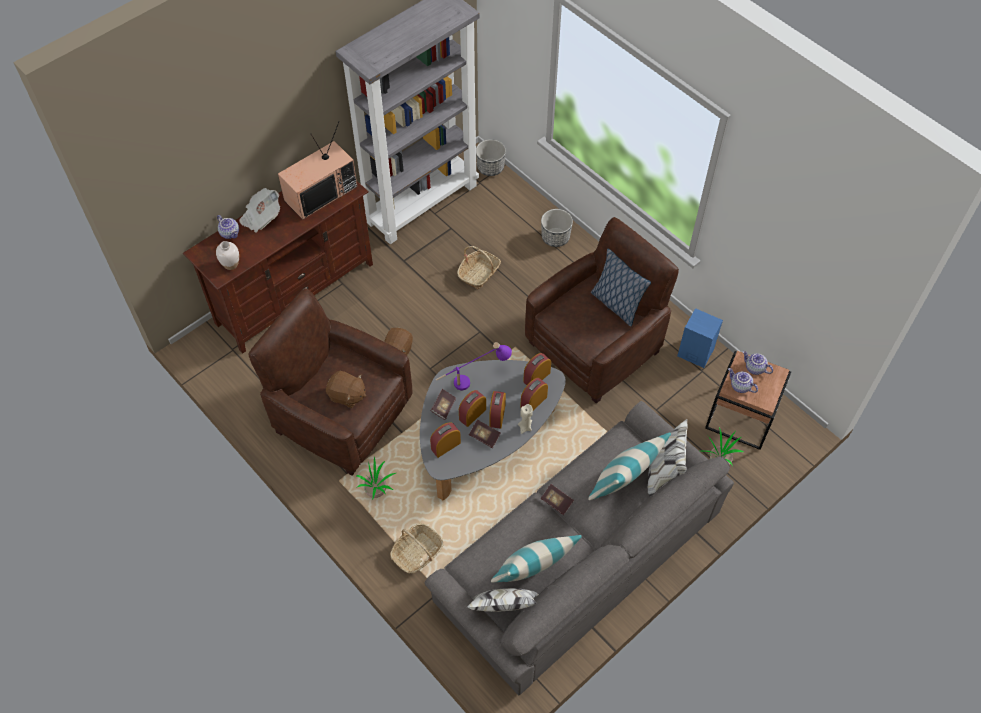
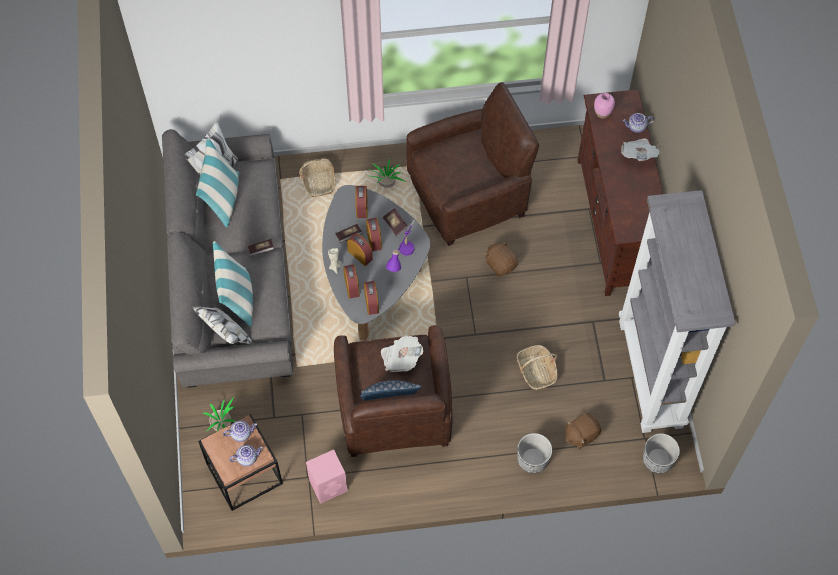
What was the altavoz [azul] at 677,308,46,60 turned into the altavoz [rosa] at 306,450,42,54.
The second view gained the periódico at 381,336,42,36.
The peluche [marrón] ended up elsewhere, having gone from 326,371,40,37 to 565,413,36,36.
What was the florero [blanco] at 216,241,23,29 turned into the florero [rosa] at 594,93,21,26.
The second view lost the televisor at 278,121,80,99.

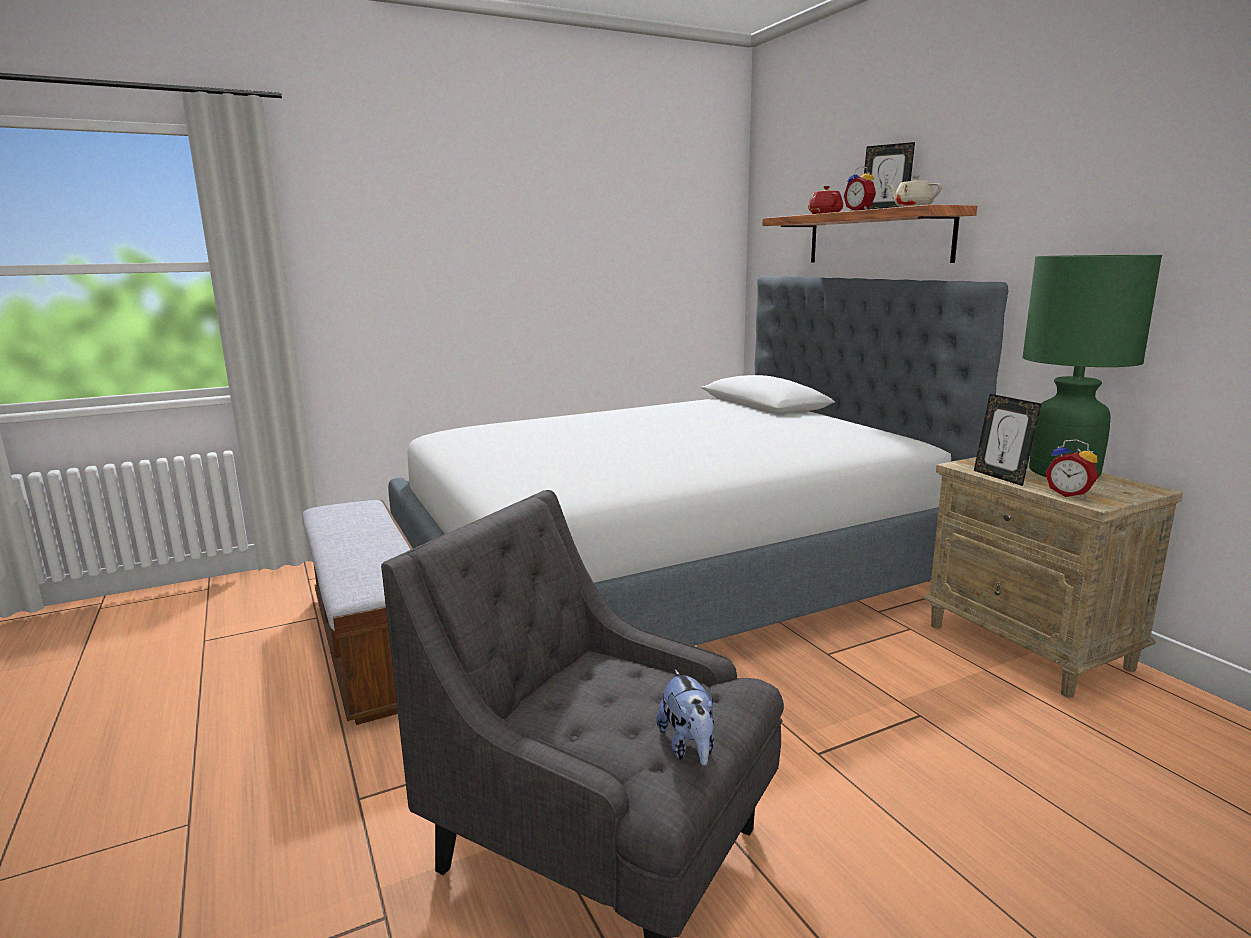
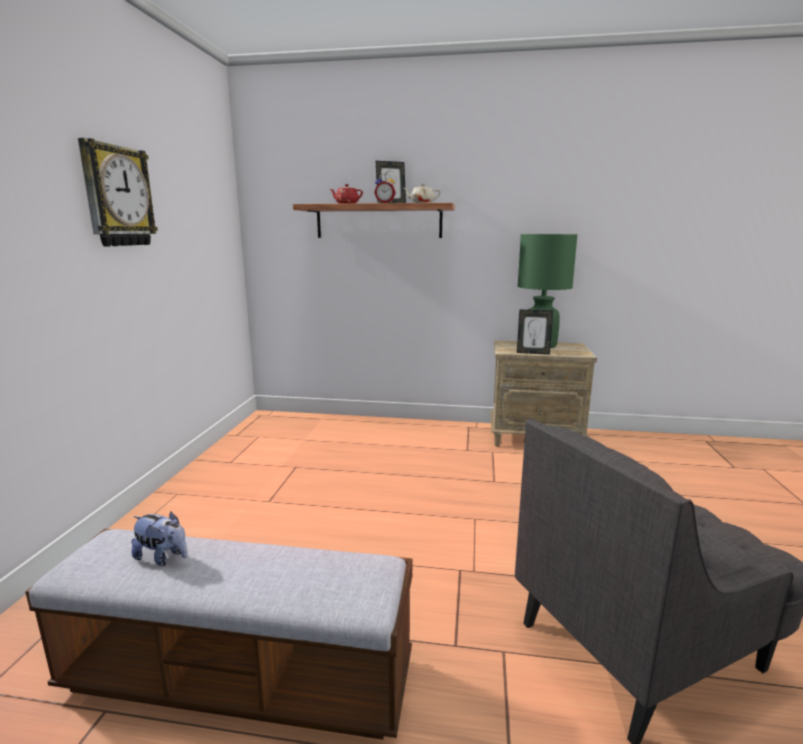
The second view gained the reloj de pared at 78,138,80,109.
The peluche ended up elsewhere, having gone from 656,669,58,97 to 131,511,57,55.
The second view lost the cama at 388,275,620,371.
The second view lost the despertador at 1045,439,53,59.

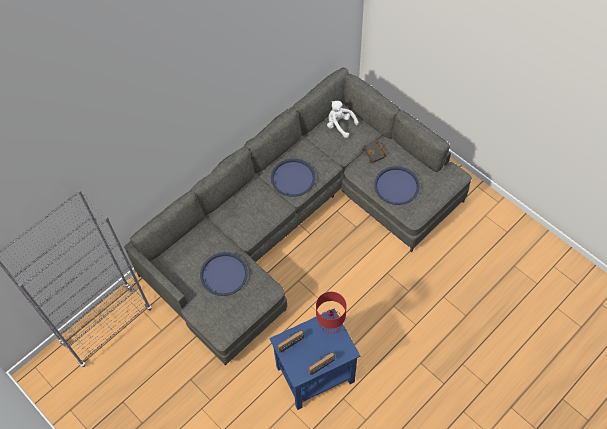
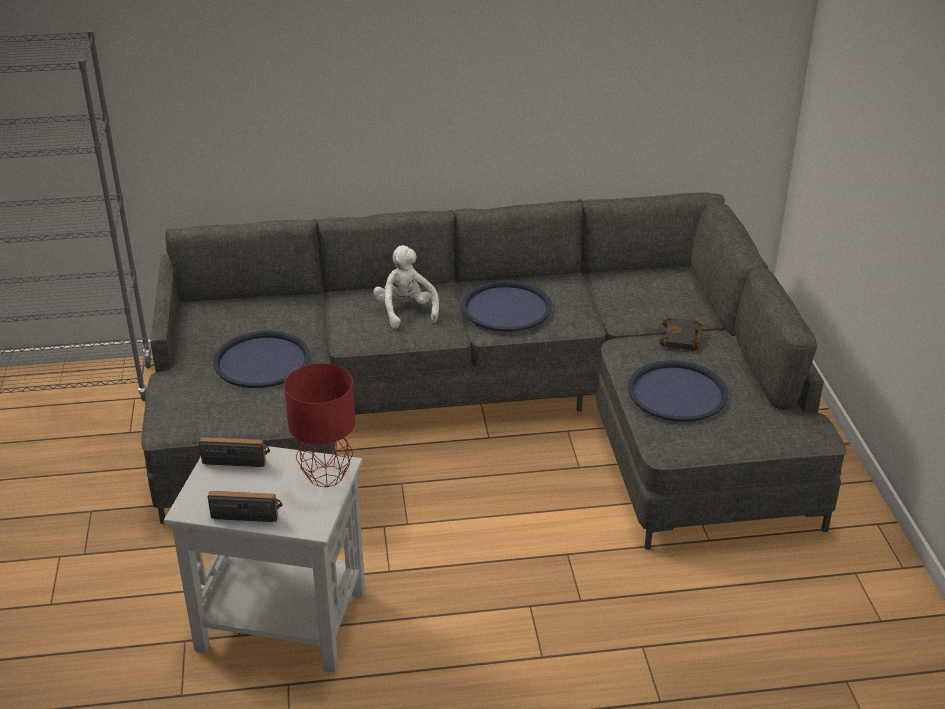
What was the mesa auxiliar [azul] at 269,309,92,101 turned into the mesa auxiliar [blanco] at 164,446,201,227.
The peluche [blanco] ended up elsewhere, having gone from 327,101,32,37 to 373,245,66,83.

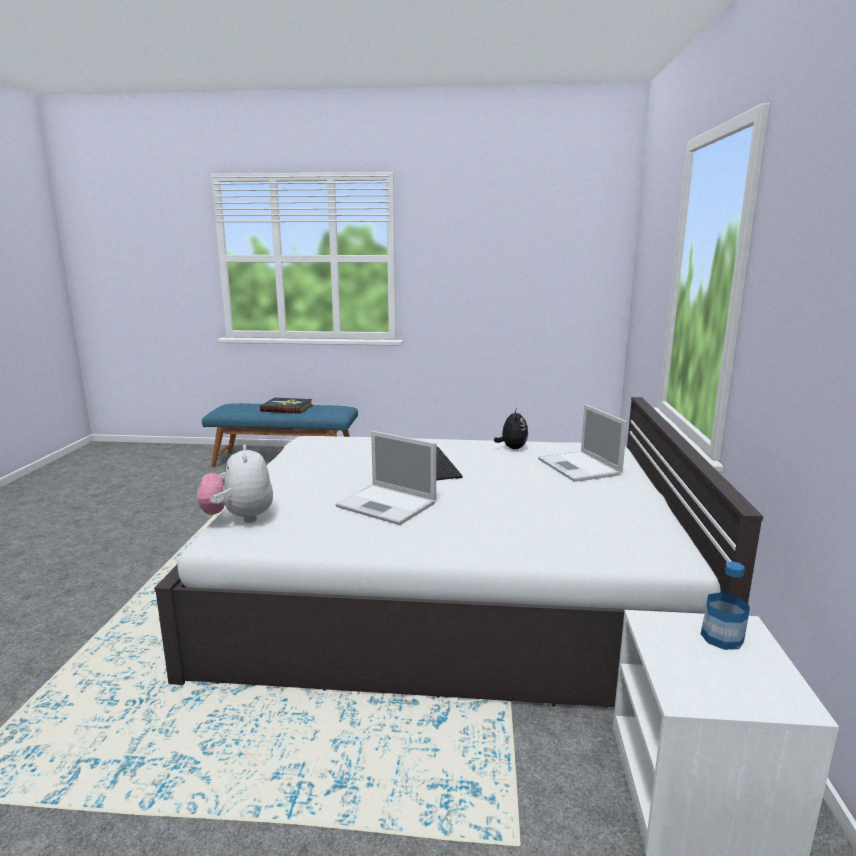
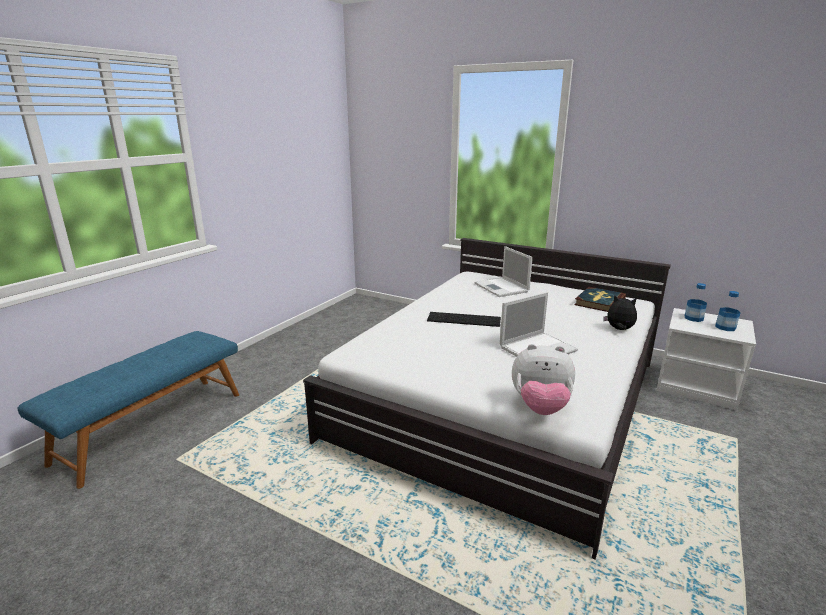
The portátil at 538,405,89,77 ended up facing another way, 60 degrees clockwise from before.
The libro ended up elsewhere, having gone from 260,398,53,16 to 574,287,52,25.
The peluche ended up elsewhere, having gone from 494,408,34,41 to 603,294,34,36.
The second view gained the botella at 715,291,26,40.

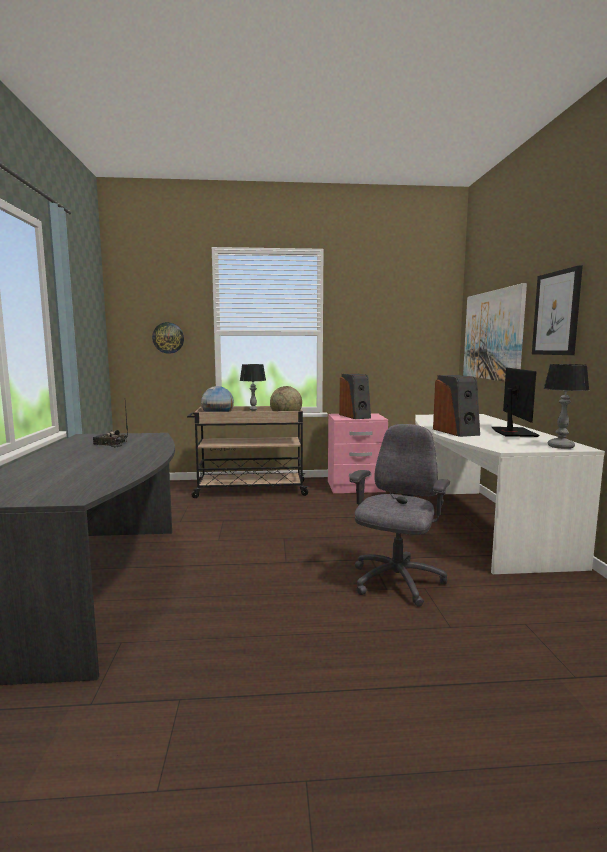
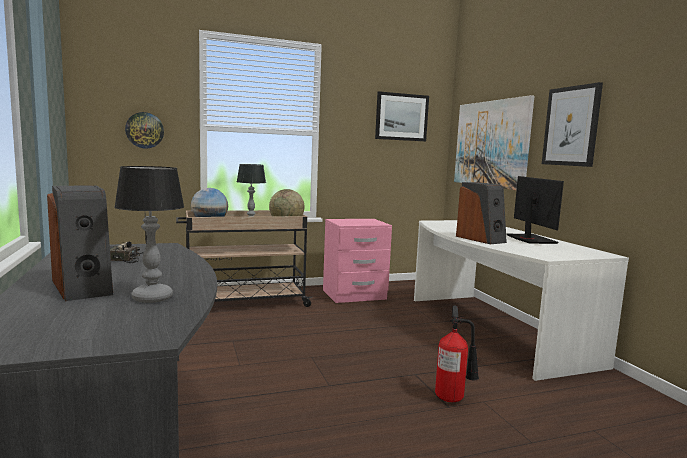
The altavoz ended up elsewhere, having gone from 339,374,32,45 to 47,185,66,116.
The lámpara de mesa ended up elsewhere, having gone from 544,364,45,85 to 114,166,70,137.
The second view gained the cuadro at 375,91,54,50.
Where the silla de oficina [gris] stood at 350,424,100,183, the extintor came to stand at 435,306,44,96.

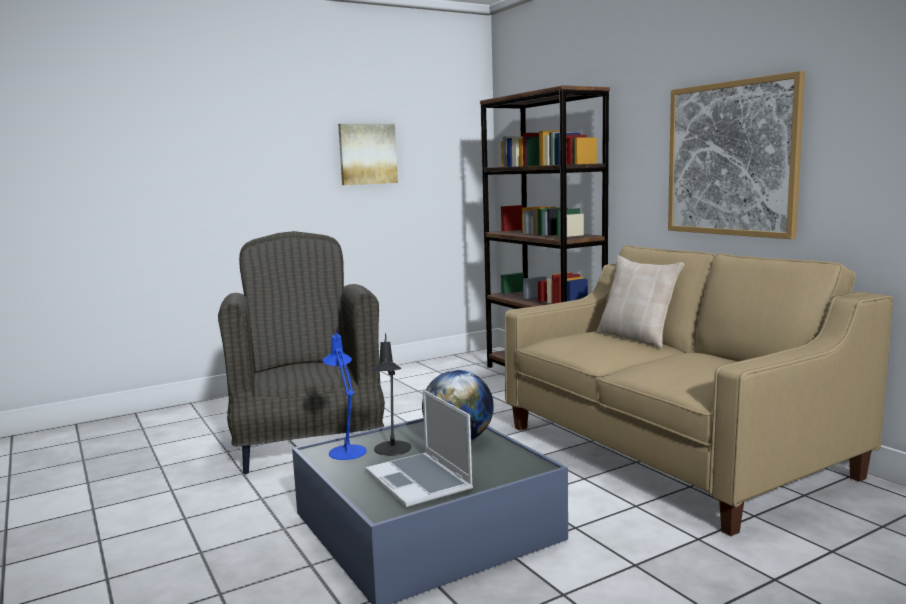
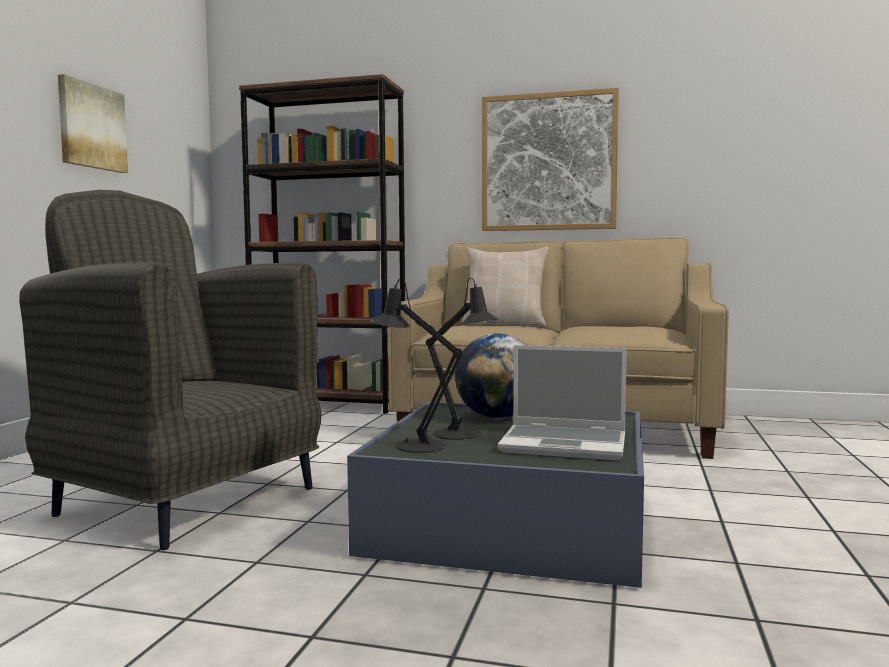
What was the lámpara de mesa [azul] at 323,330,44,130 turned into the lámpara de mesa [negro] at 371,278,92,175.

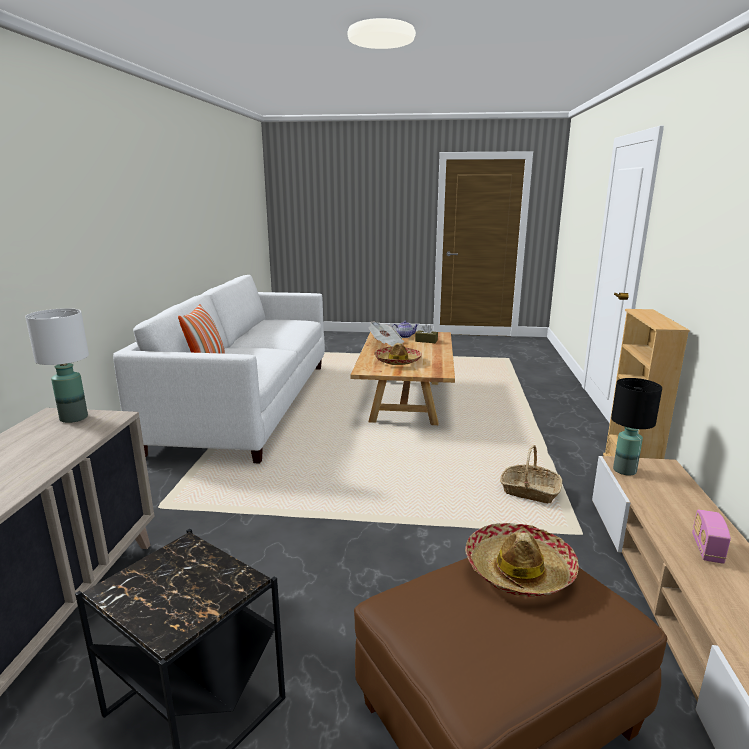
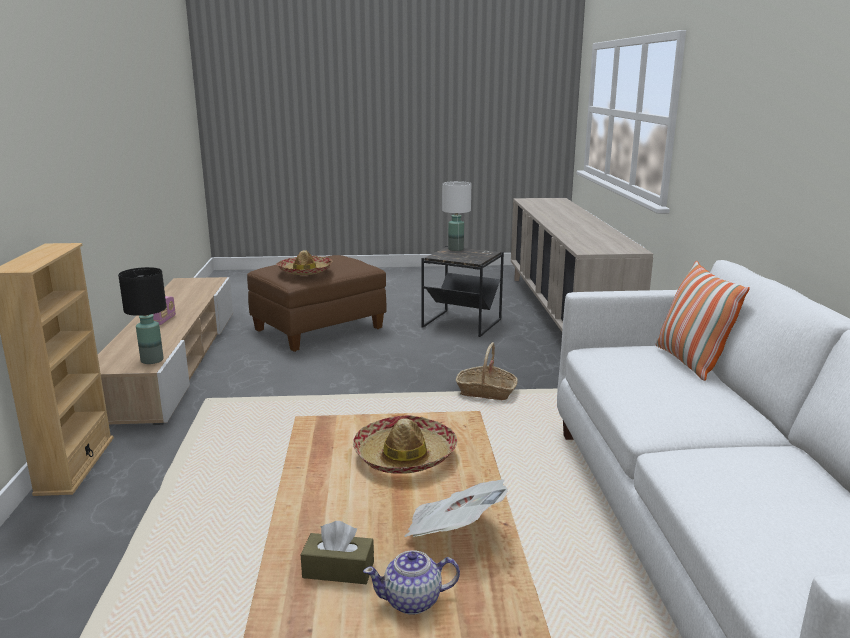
The lámpara de mesa [blanco] ended up elsewhere, having gone from 25,308,64,115 to 442,181,29,70.
The cesta ended up elsewhere, having gone from 500,445,62,58 to 456,342,62,58.

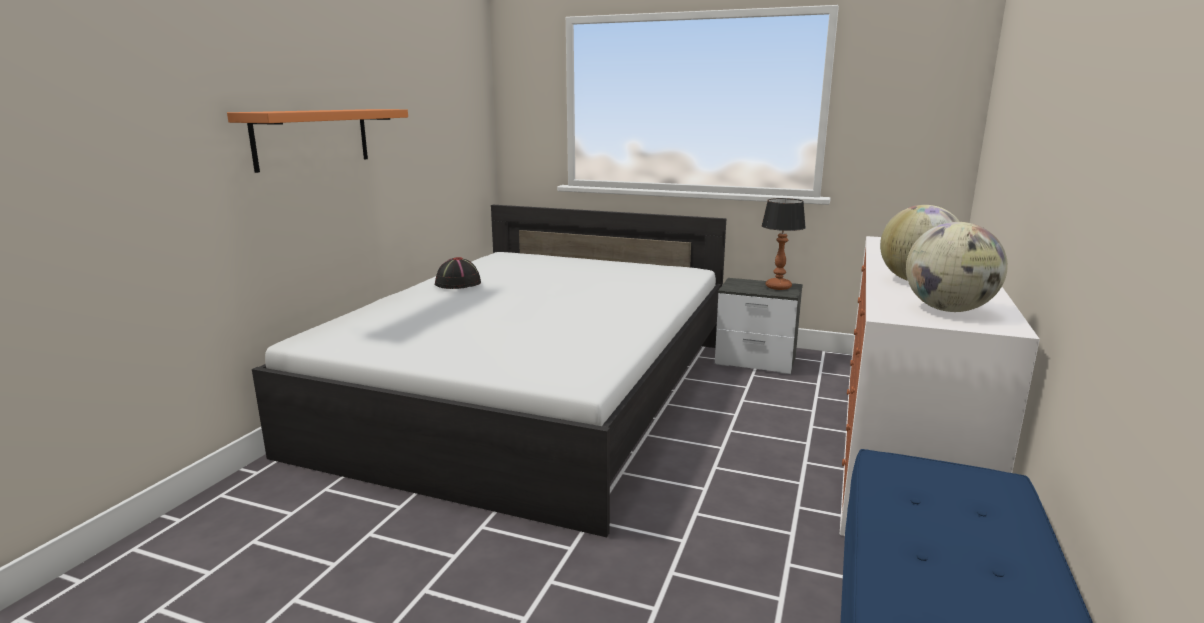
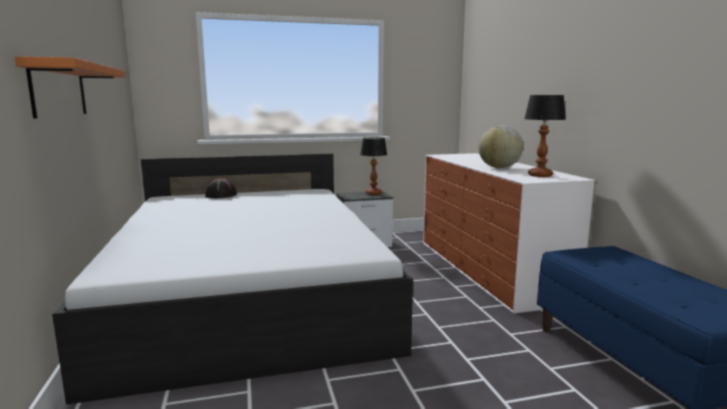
The sombrero [negro] ended up elsewhere, having gone from 435,257,46,32 to 205,178,32,21.
Where the globo terráqueo stood at 906,222,102,90, the lámpara de mesa came to stand at 525,95,41,82.

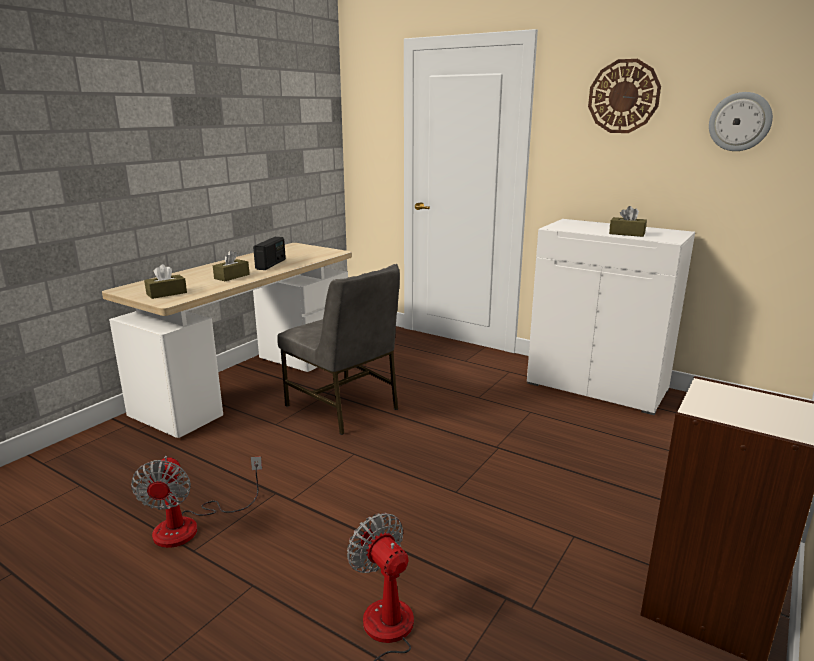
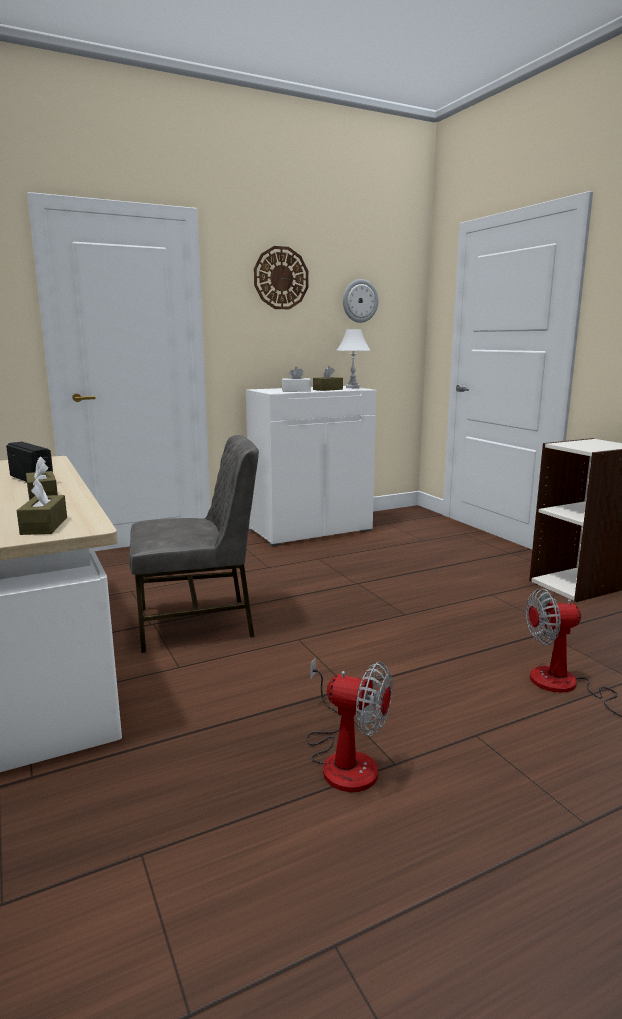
The second view gained the caja de pañuelos [blanco] at 282,367,29,25.
The second view gained the lámpara de mesa [blanco] at 336,329,35,59.

